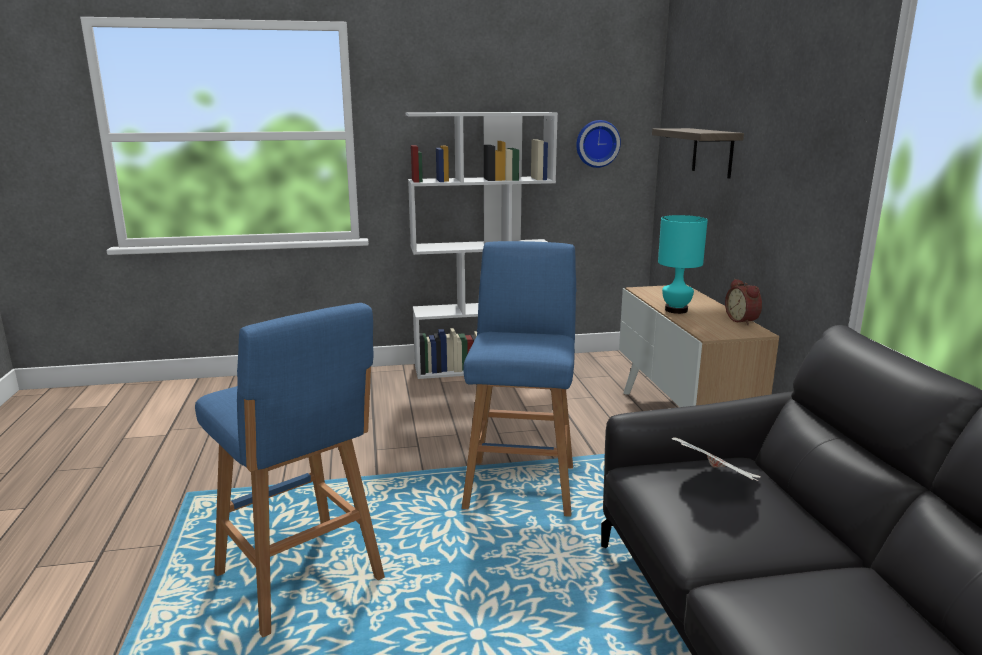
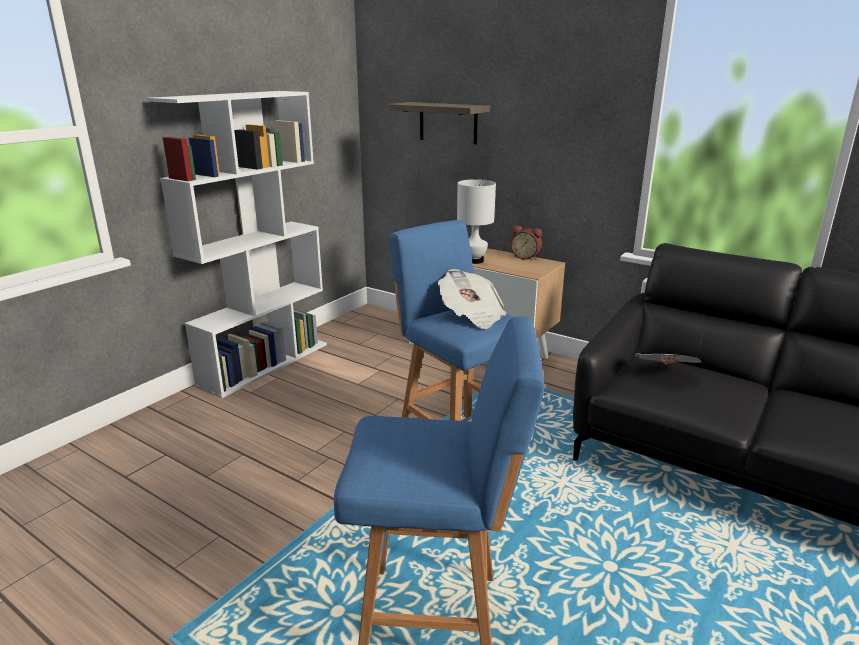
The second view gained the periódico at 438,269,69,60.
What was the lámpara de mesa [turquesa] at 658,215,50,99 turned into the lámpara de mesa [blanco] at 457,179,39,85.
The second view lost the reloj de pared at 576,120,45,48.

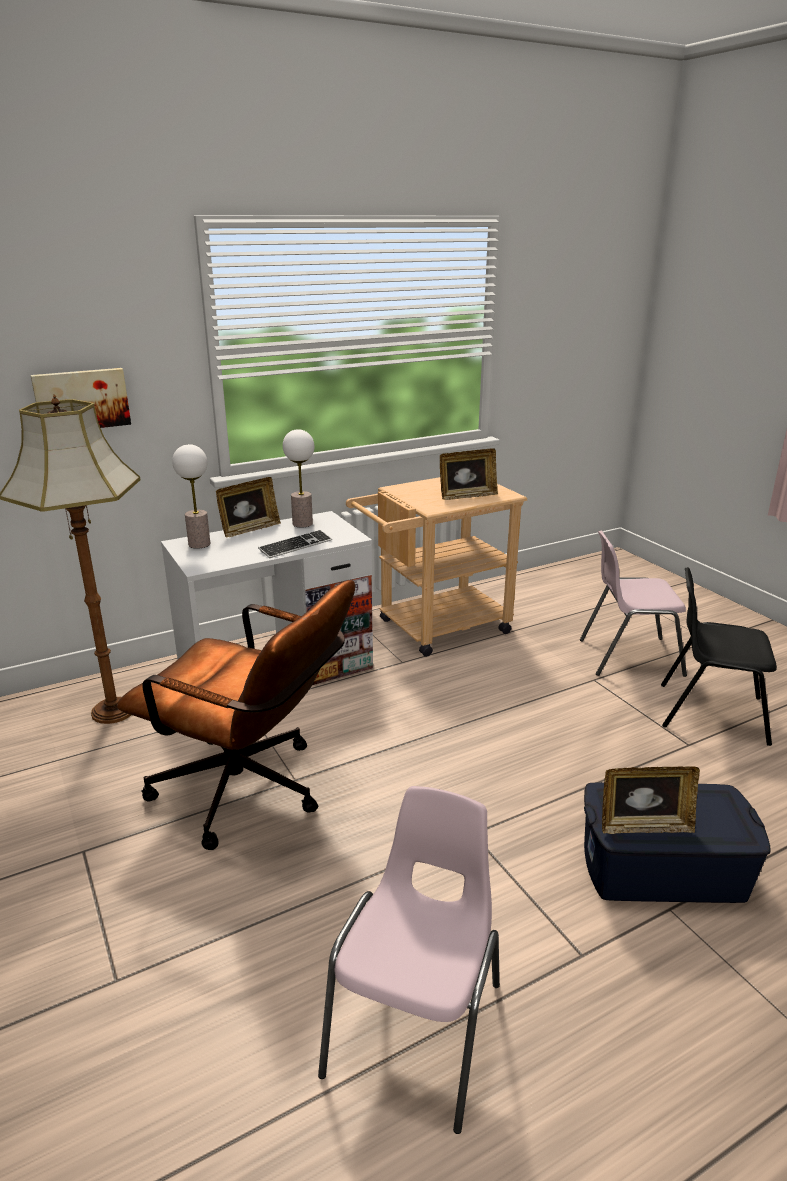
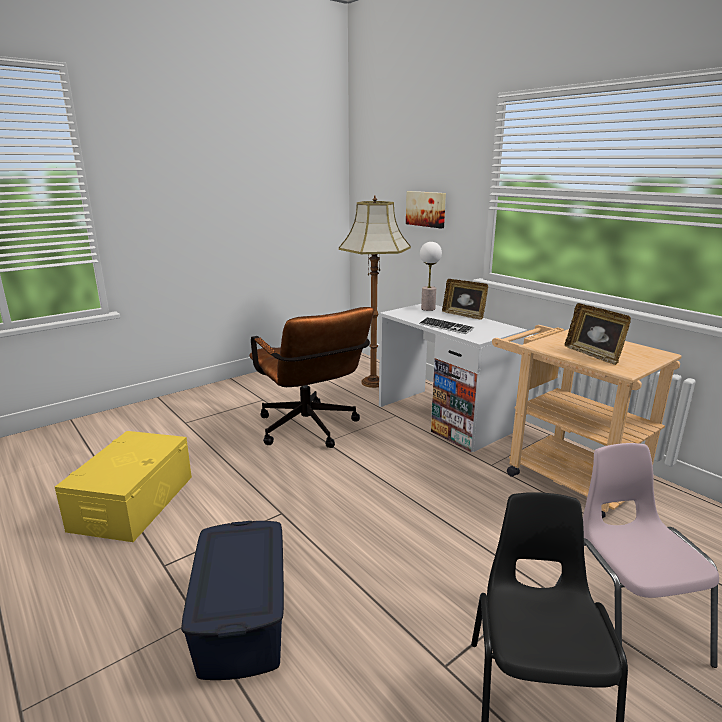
Where the silla [rosa] stood at 318,786,182,348, the caja de almacenaje [amarillo] came to stand at 55,431,137,111.
The silla de oficina [marrón] at 117,580,238,270 ended up facing another way, 45 degrees counterclockwise from before.
The second view lost the lámpara de mesa at 283,429,31,99.
The second view lost the portarretratos at 602,766,98,68.

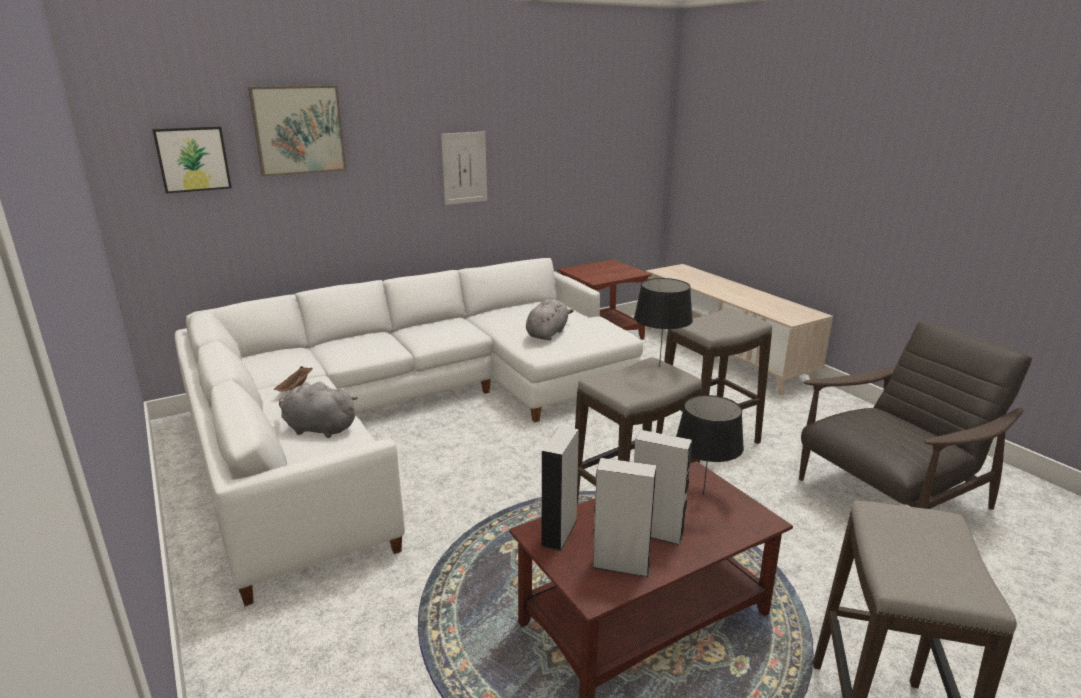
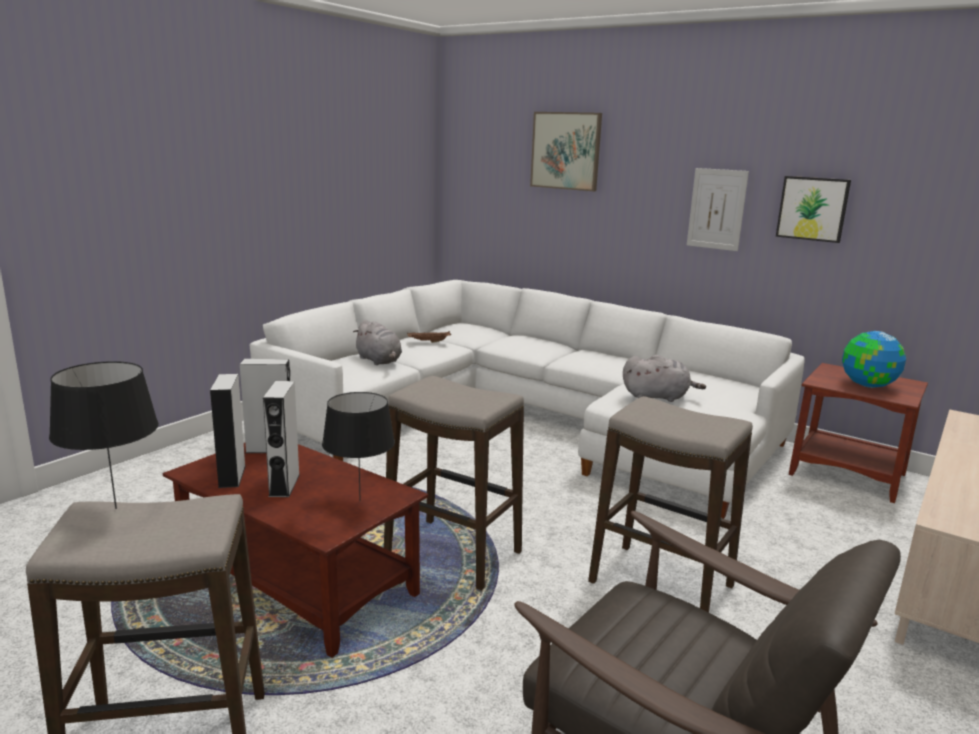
The lámpara de mesa [negro] ended up elsewhere, having gone from 634,278,59,89 to 49,361,110,148.
The peluche [gris] at 279,381,79,57 ended up facing another way, 150 degrees clockwise from before.
The cuadro ended up elsewhere, having gone from 152,126,80,68 to 776,176,75,67.
The second view gained the globo terráqueo at 842,331,64,57.

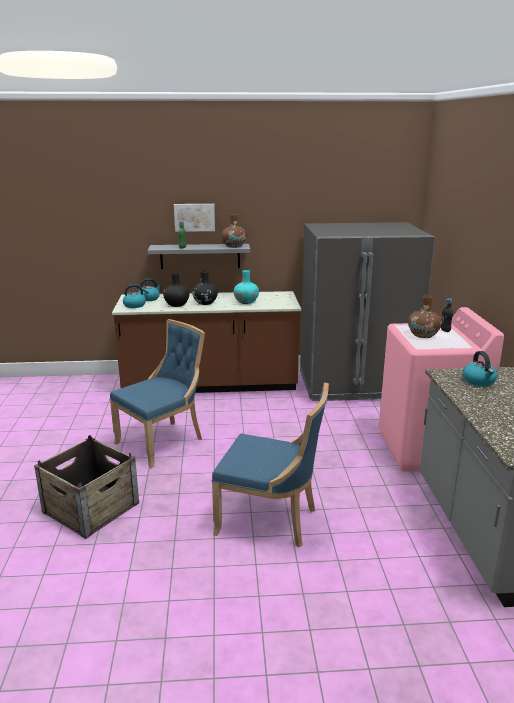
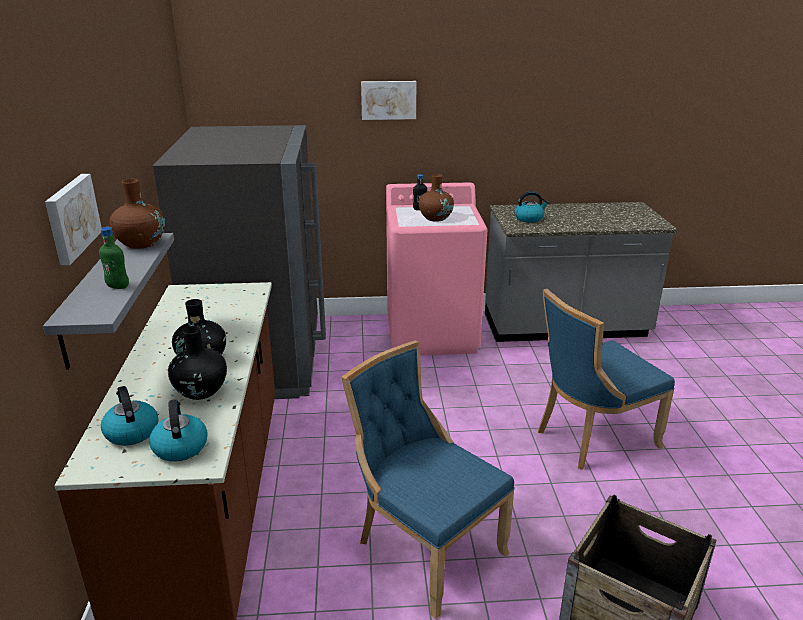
The second view gained the cuadro at 361,81,55,39.
The silla [azul] at 212,382,117,165 ended up facing another way, 135 degrees counterclockwise from before.
The second view lost the florero [turquesa] at 234,270,25,34.

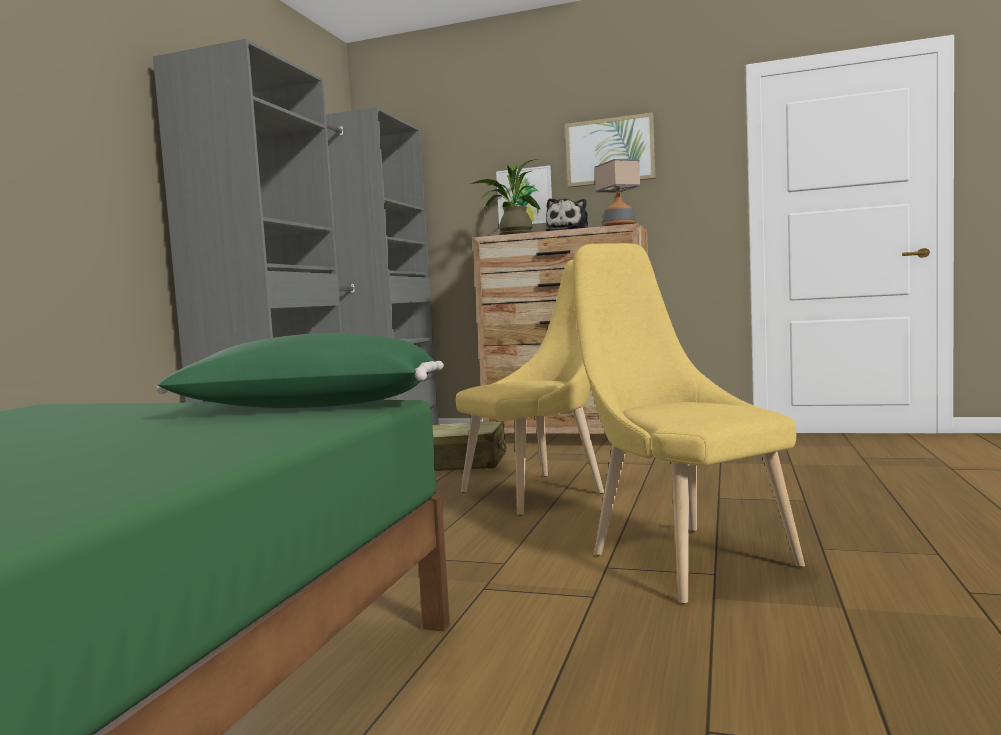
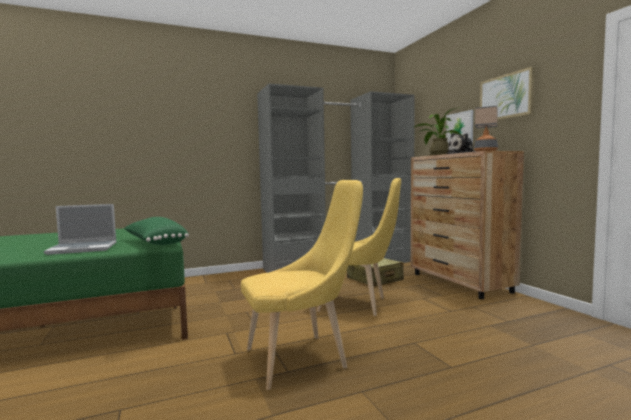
The second view gained the portátil at 44,204,73,51.
The silla [amarillo] at 573,243,232,361 ended up facing another way, 45 degrees clockwise from before.

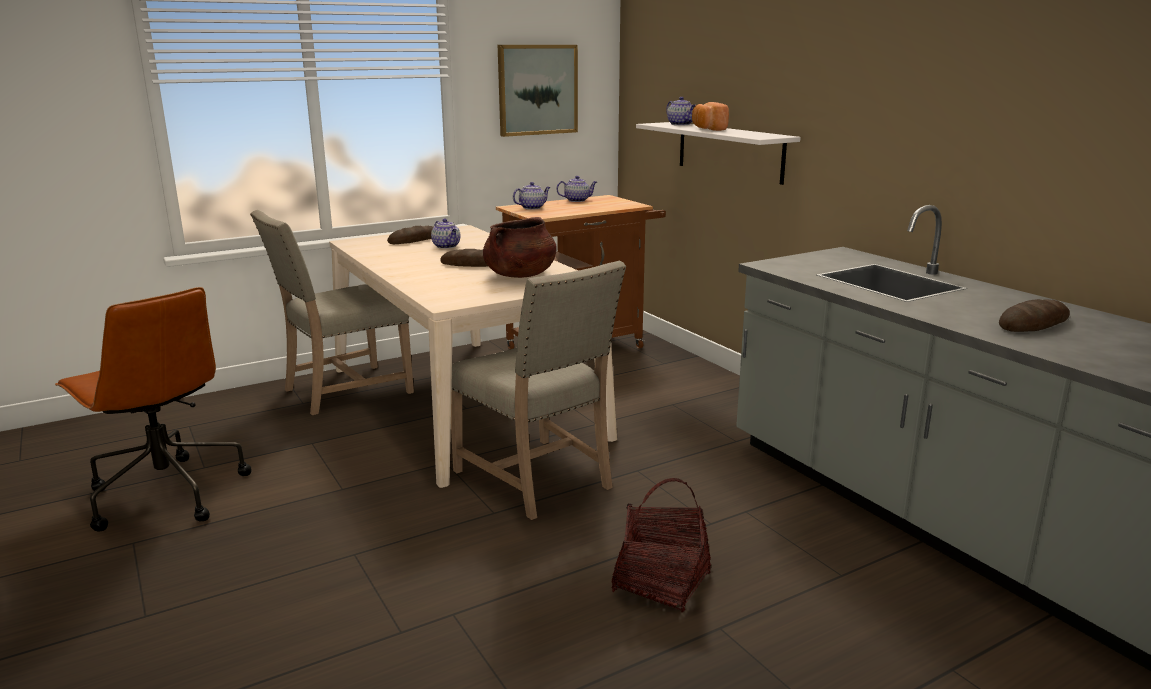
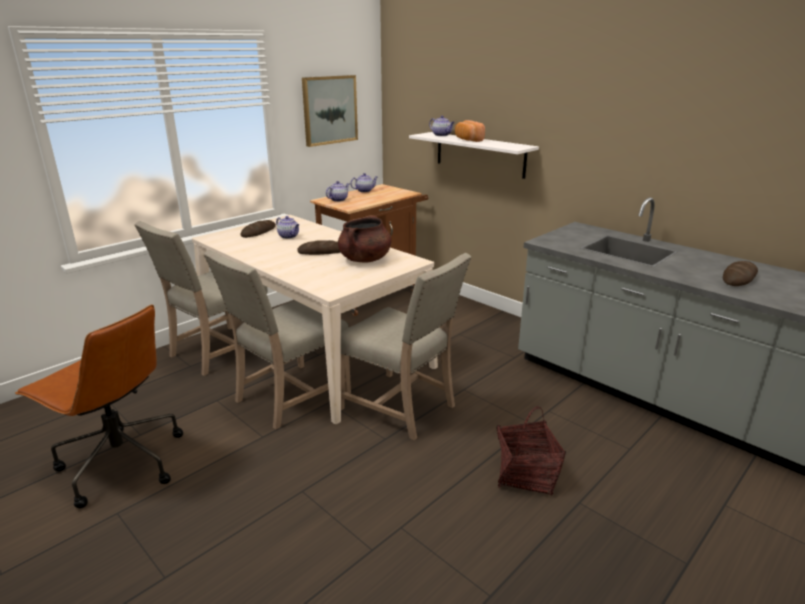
The second view gained the silla [beis] at 203,250,148,179.

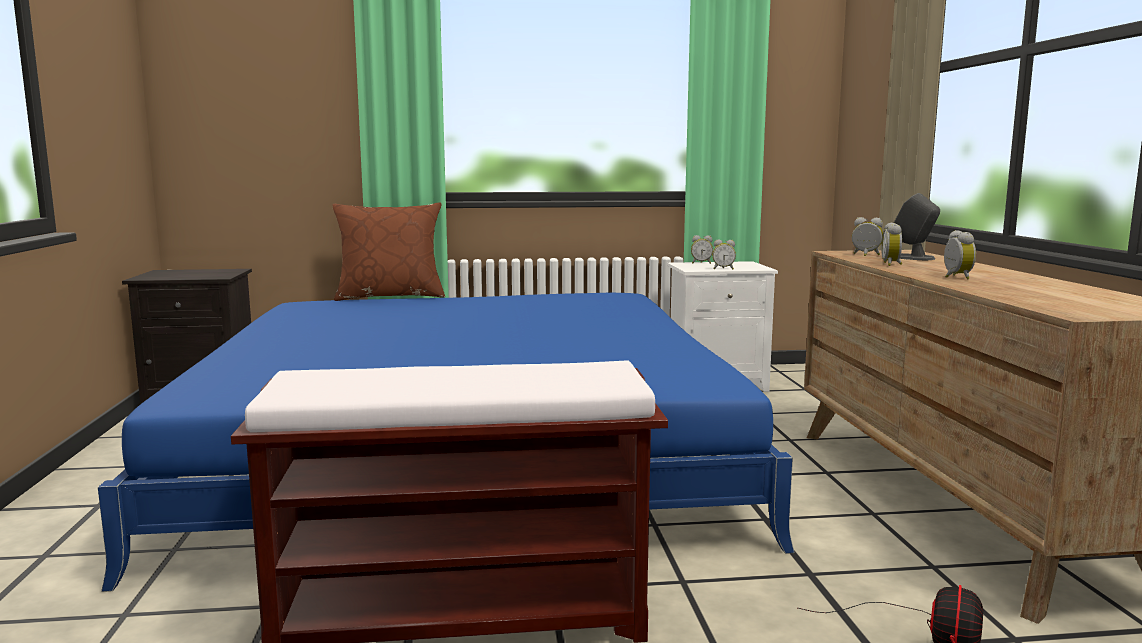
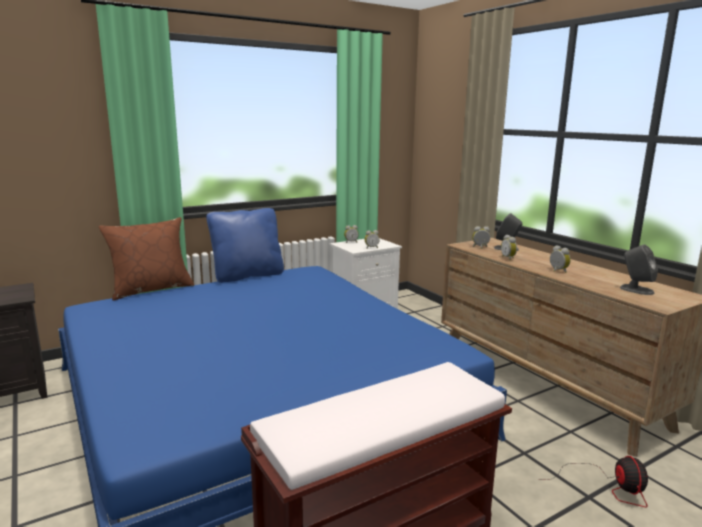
The second view gained the cojín [azul] at 206,208,78,75.
The second view gained the altavoz [gris] at 620,244,38,51.

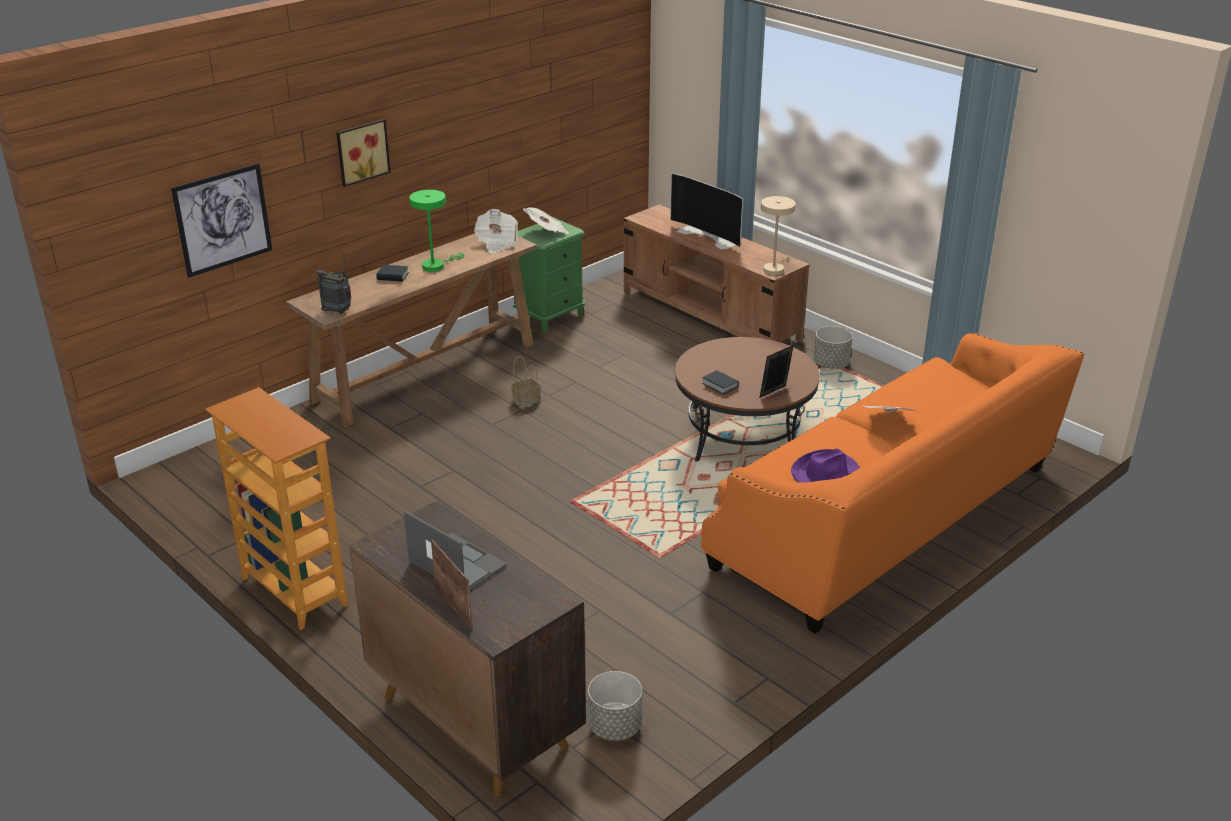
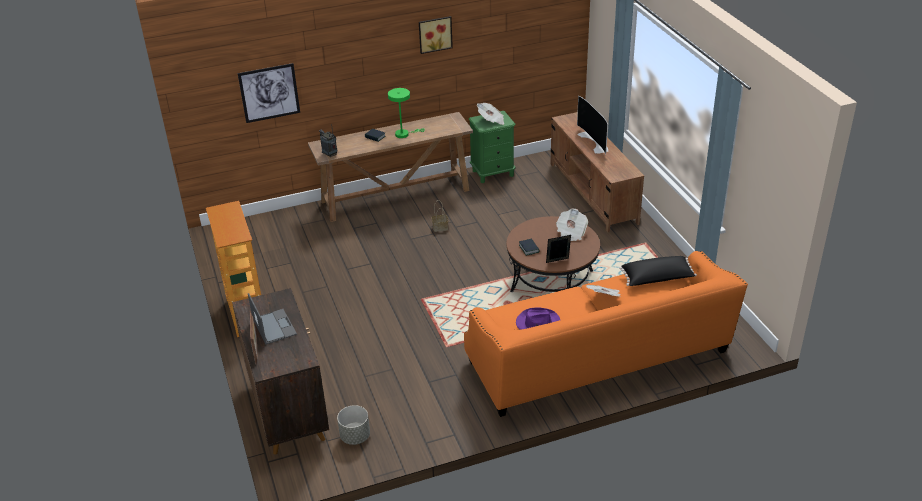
The cuadro ended up elsewhere, having gone from 336,119,55,68 to 419,16,34,38.
The periódico ended up elsewhere, having gone from 474,209,44,44 to 556,209,32,32.
The second view gained the cojín [negro] at 619,256,78,30.
The second view lost the lámpara de mesa [beis] at 761,196,35,79.
The second view lost the maceta [gris] at 814,326,39,43.

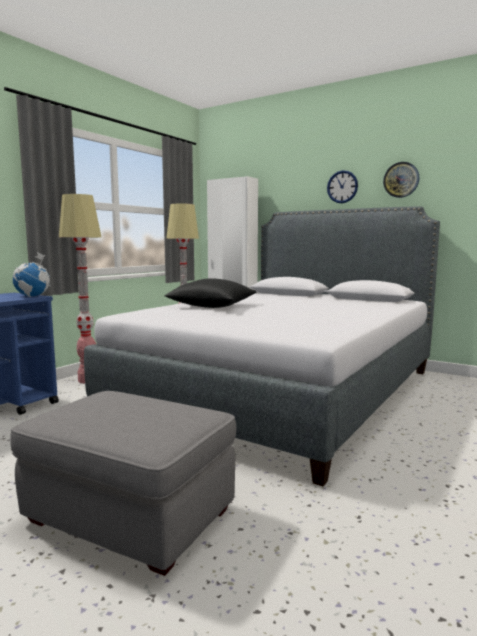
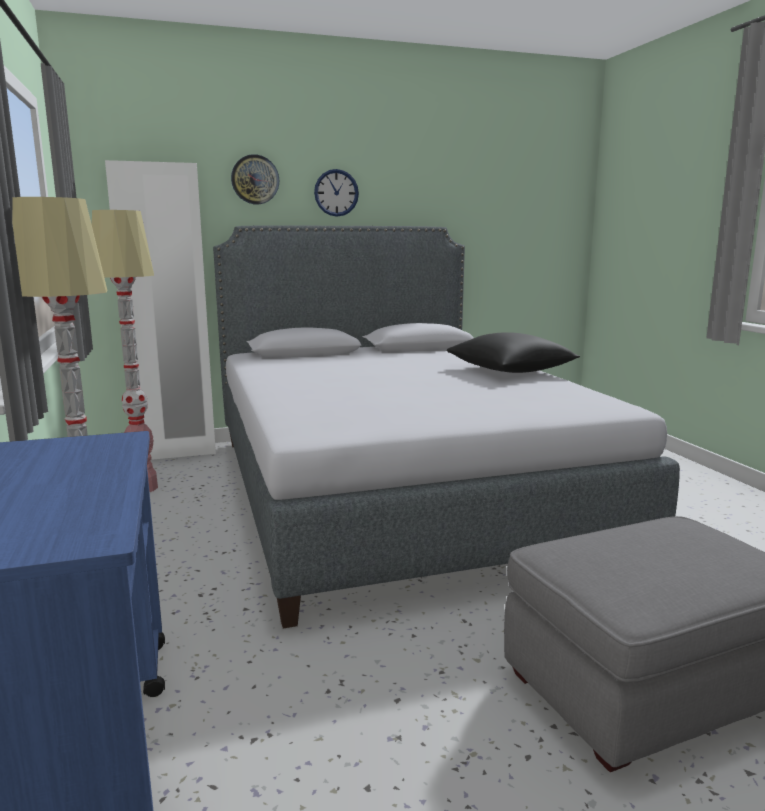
The reloj de pared ended up elsewhere, having gone from 383,162,36,36 to 231,154,48,50.
The cojín [negro] ended up elsewhere, having gone from 165,278,92,30 to 447,332,133,41.
The second view lost the globo terráqueo at 13,252,38,45.

